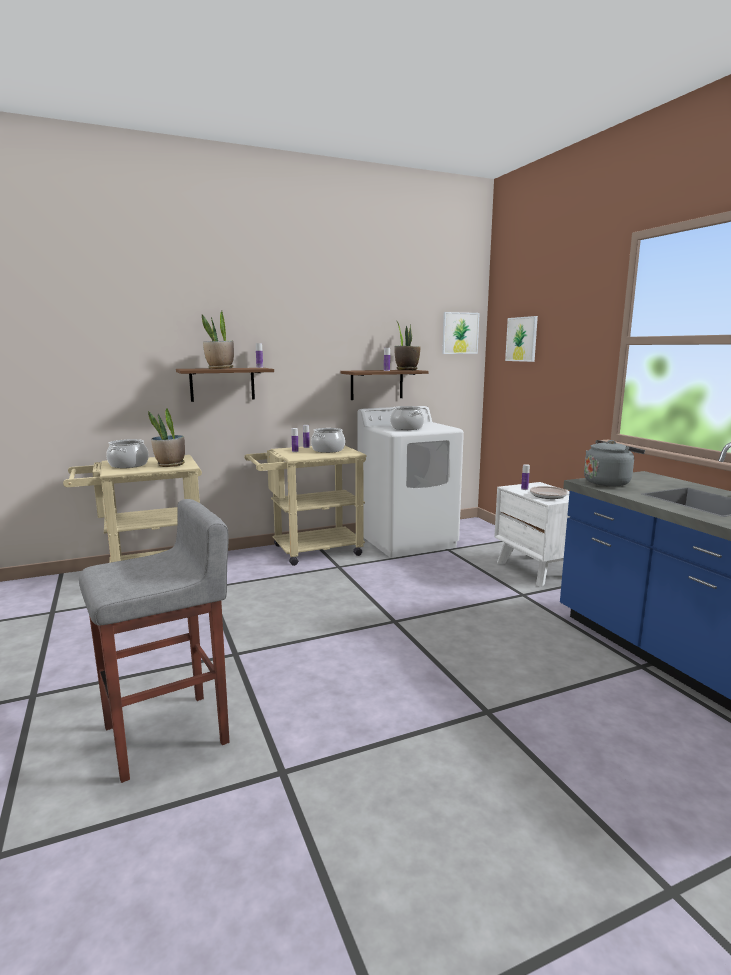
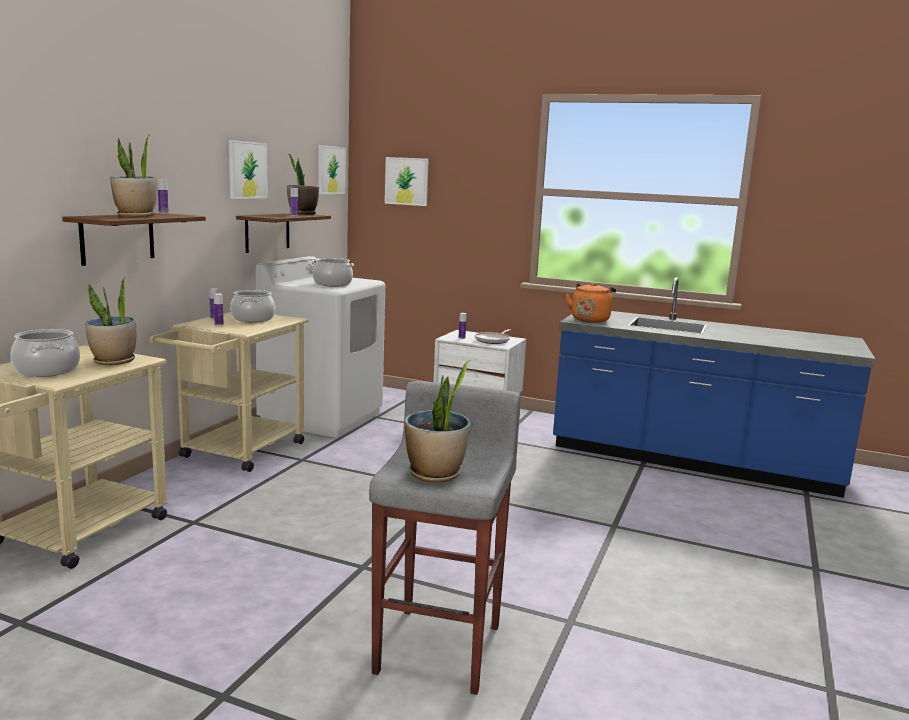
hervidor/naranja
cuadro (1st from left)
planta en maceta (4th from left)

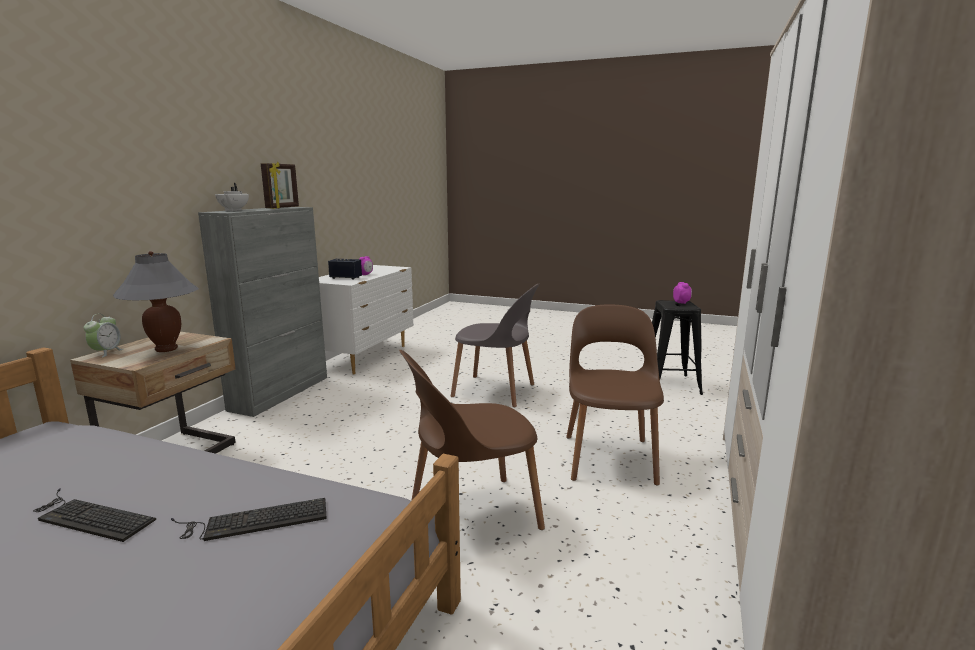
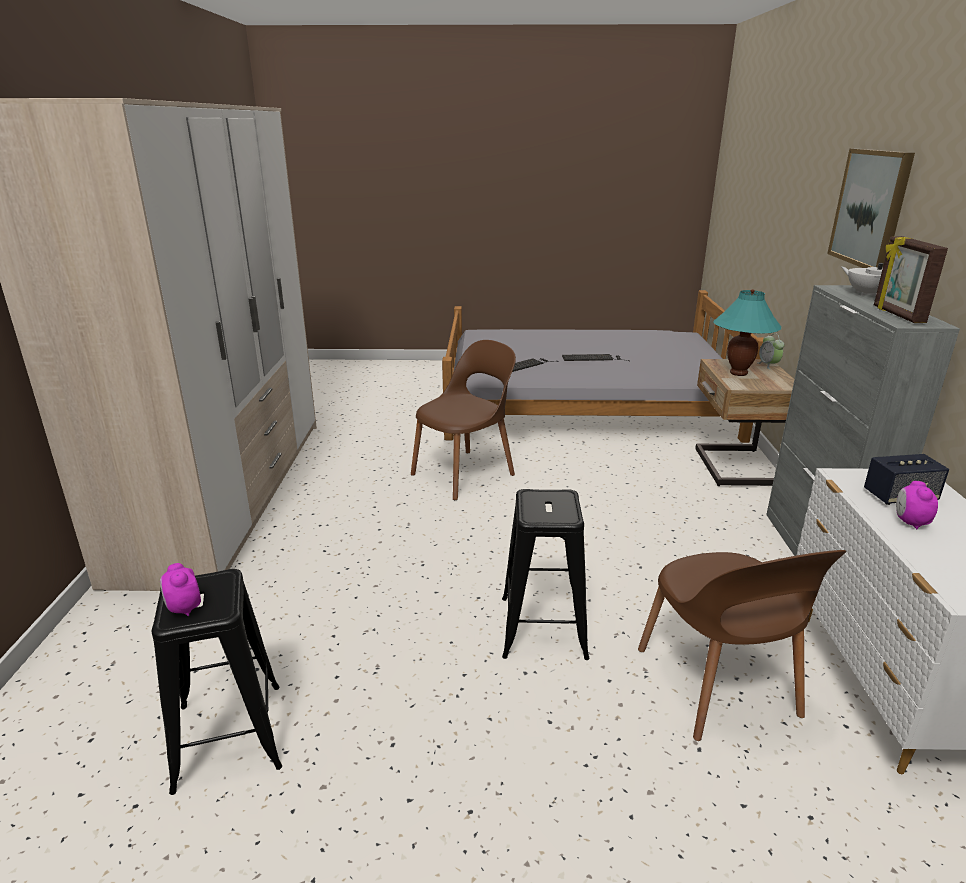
lámpara de mesa/turquesa
taburete/negro (2nd from left)
silla/marrón (2nd from left)
cuadro

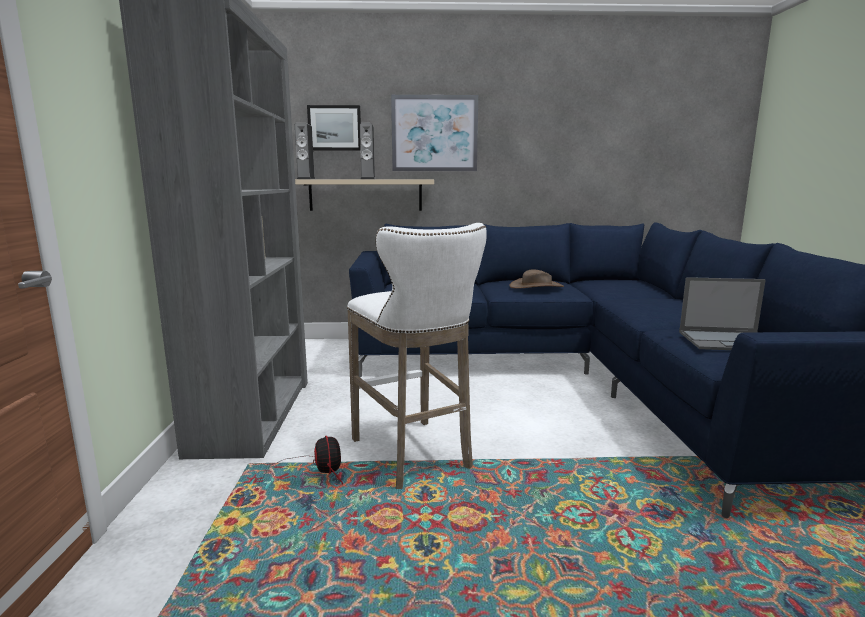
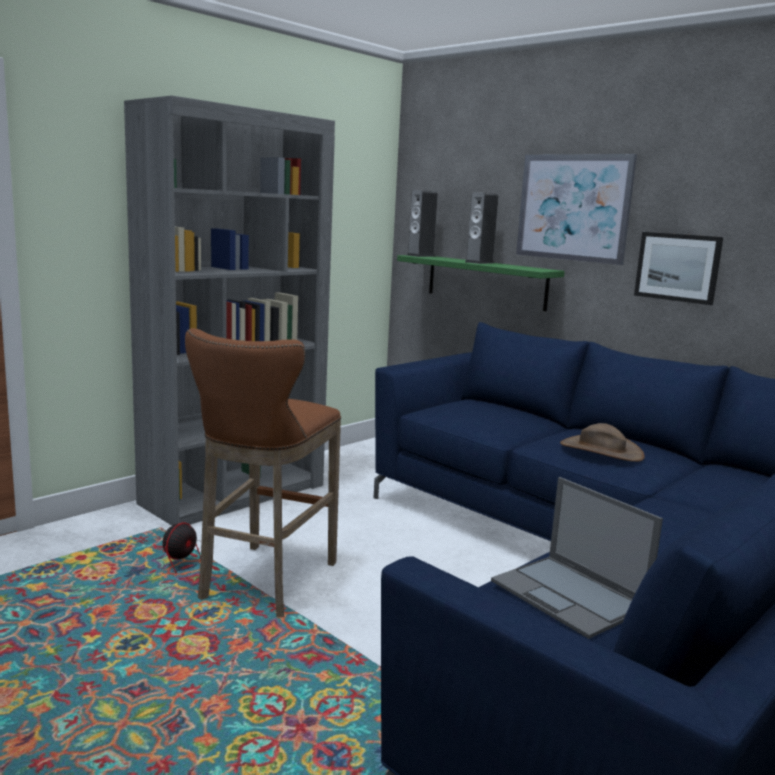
estante/verde
cuadro (2nd from left)
taburete/marrón

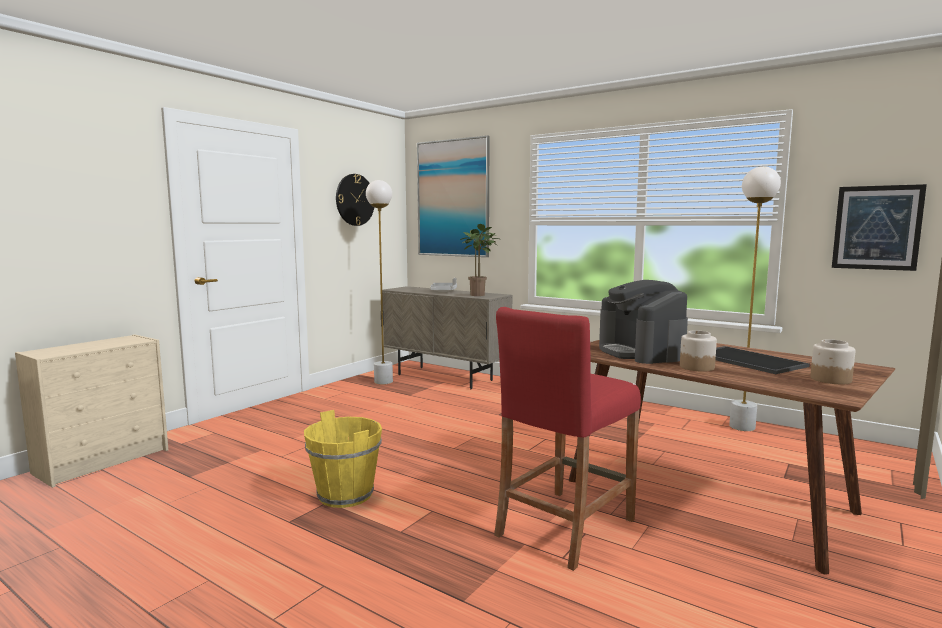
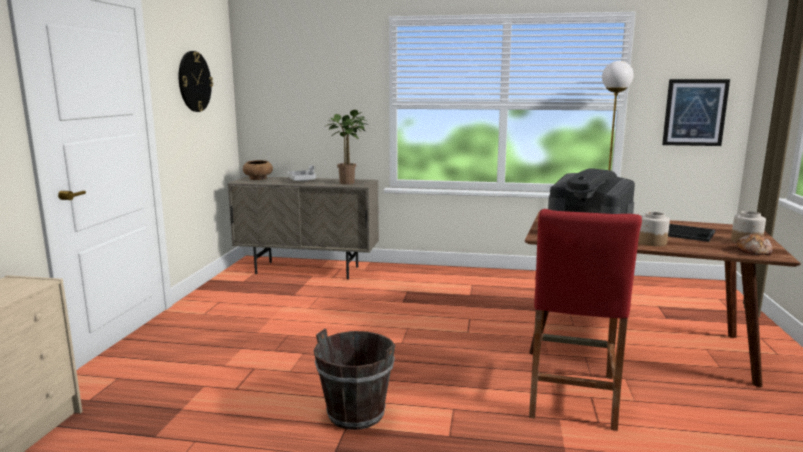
cubo/marrón
lámpara de pie/blanco (1st from left in the first image)
cuadro (1st from left in the first image)
cuenco/marrón
pan

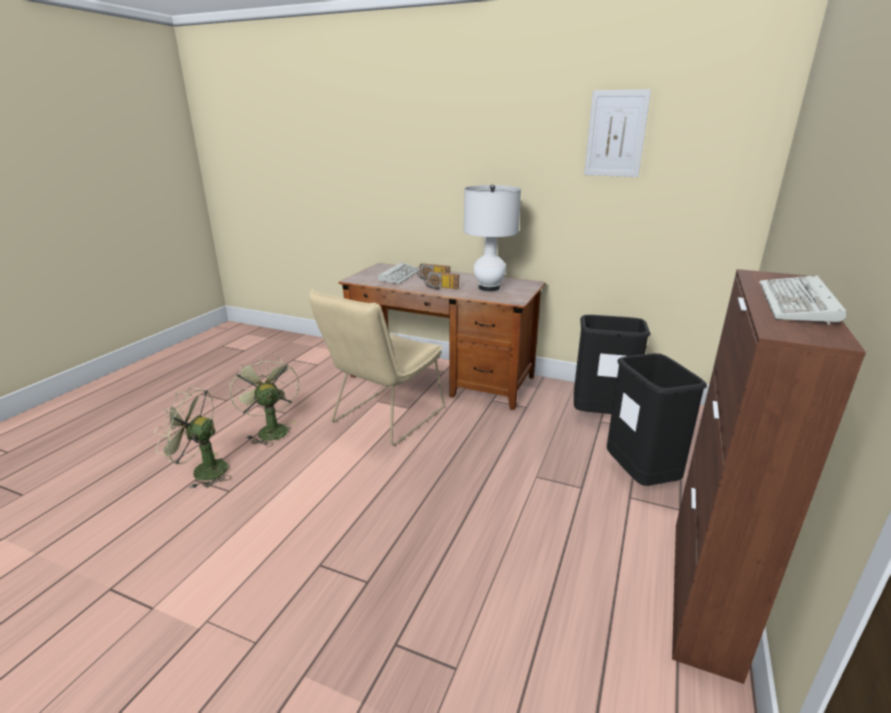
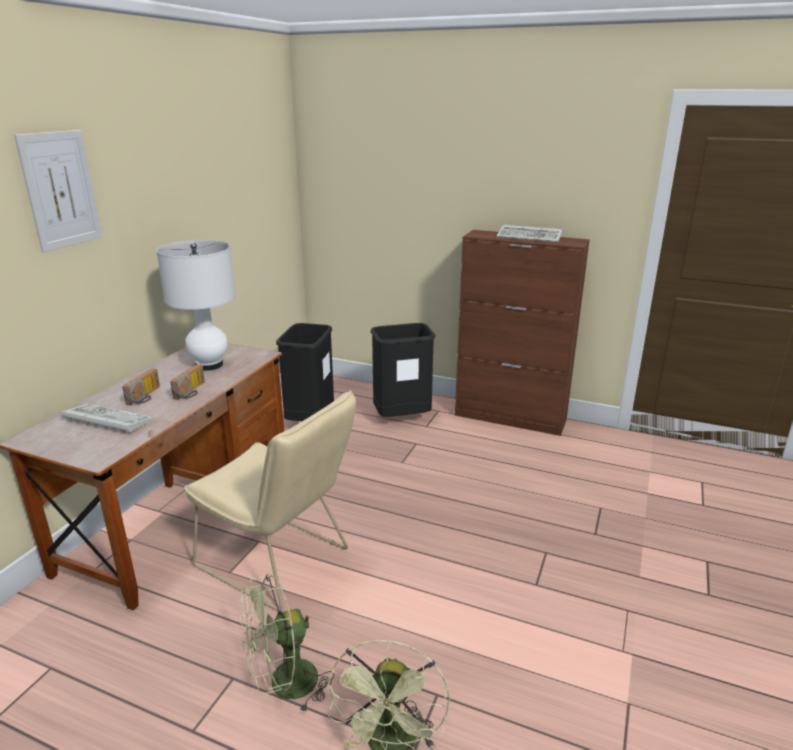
cuadro

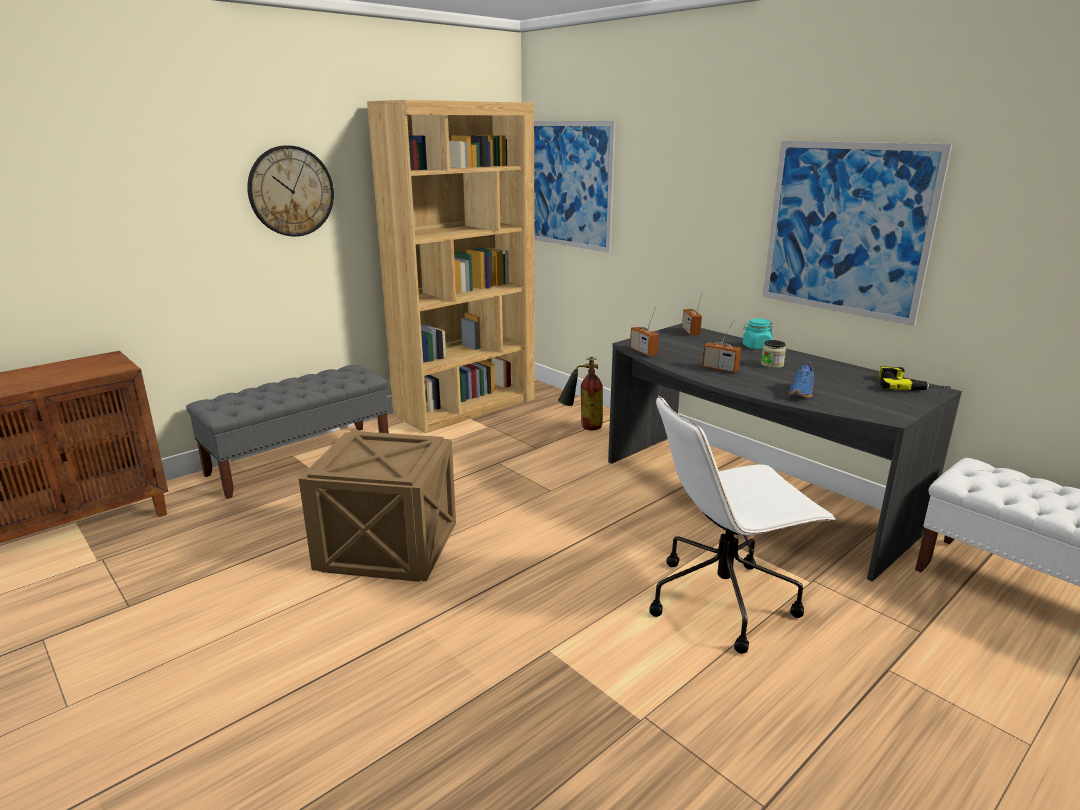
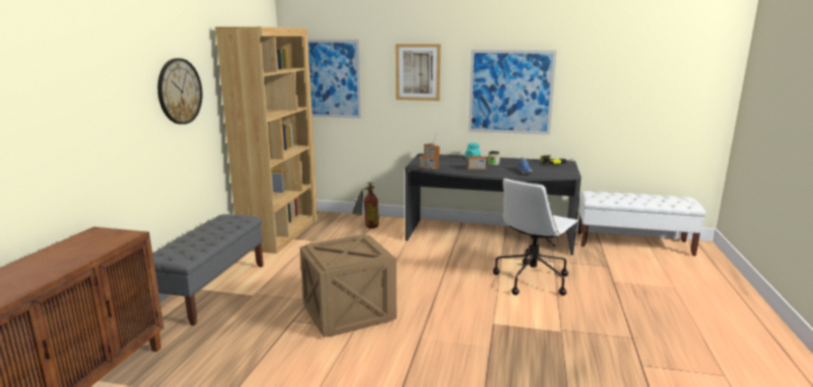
cuadro (2nd from left)

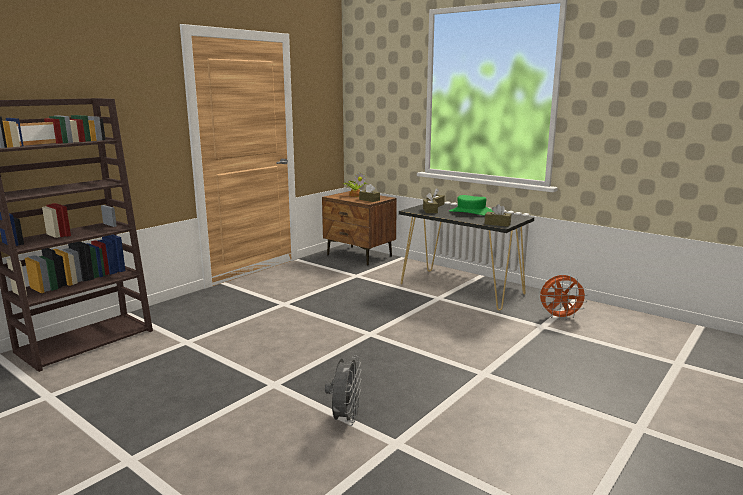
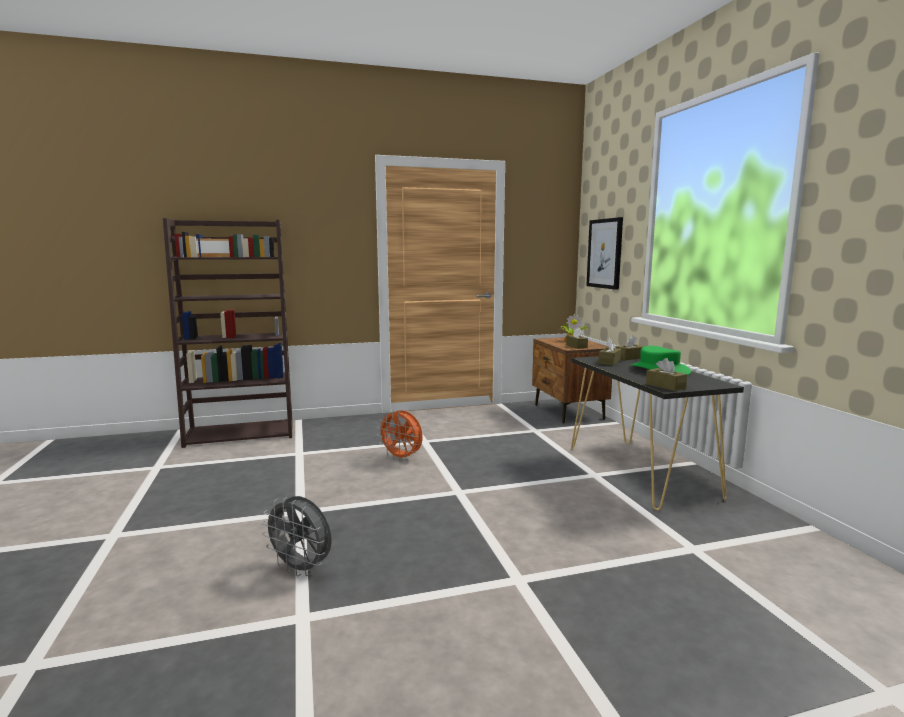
ventilador/gris
ventilador/naranja
cuadro

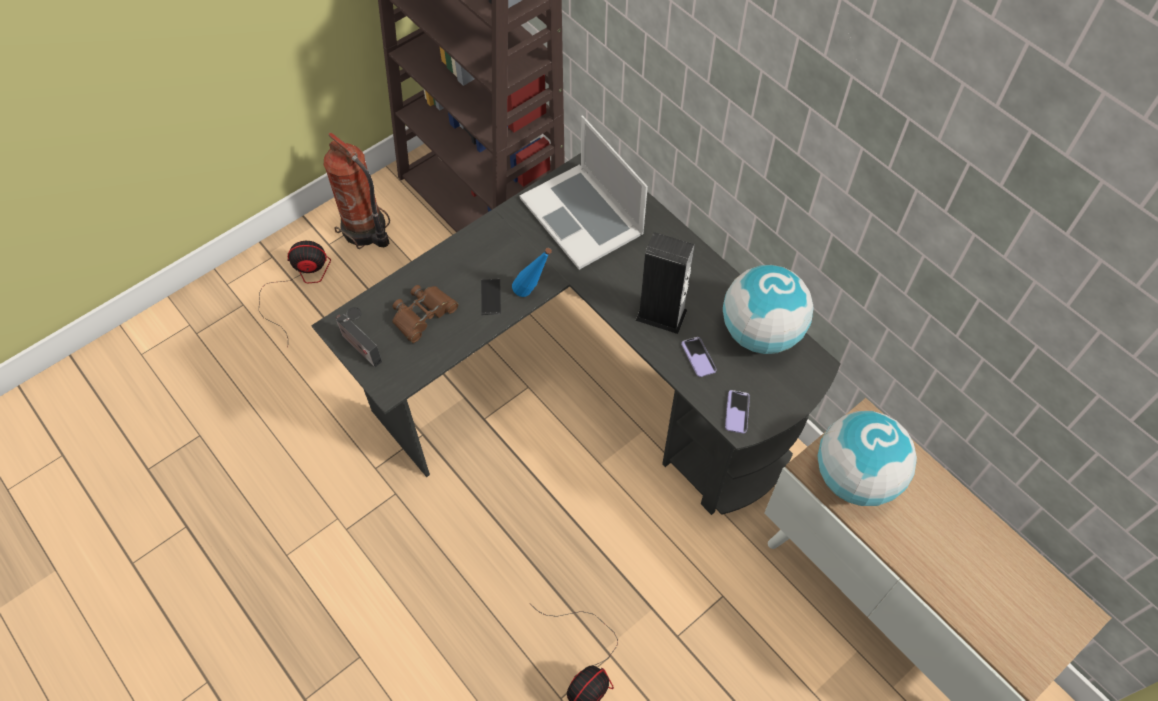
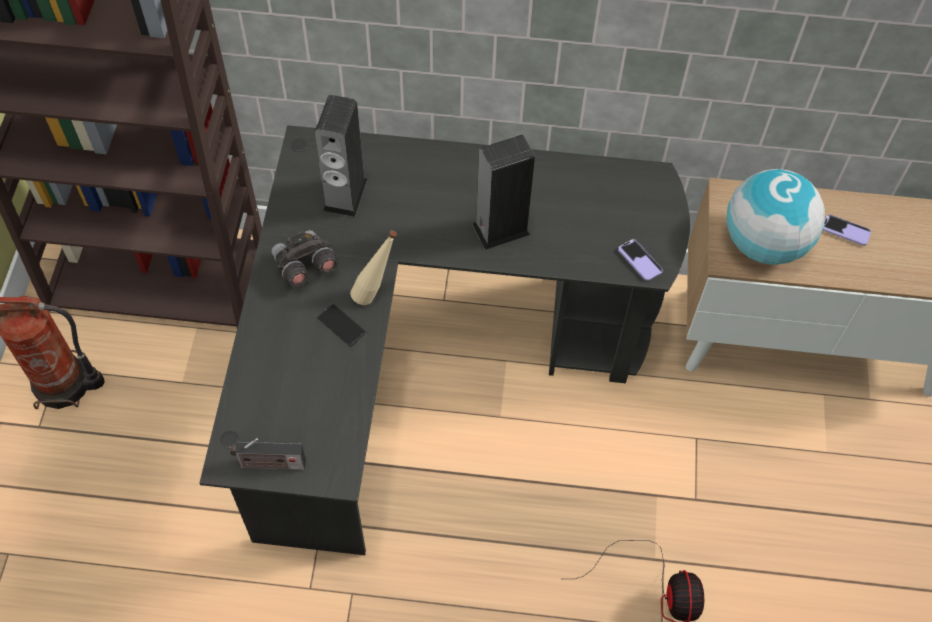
ventilador (1st from left in the first image)
prismáticos/marrón
botella/beis
altavoz (1st from left)
móvil (3rd from left)
globo terráqueo (1st from left in the first image)
prismáticos/gris

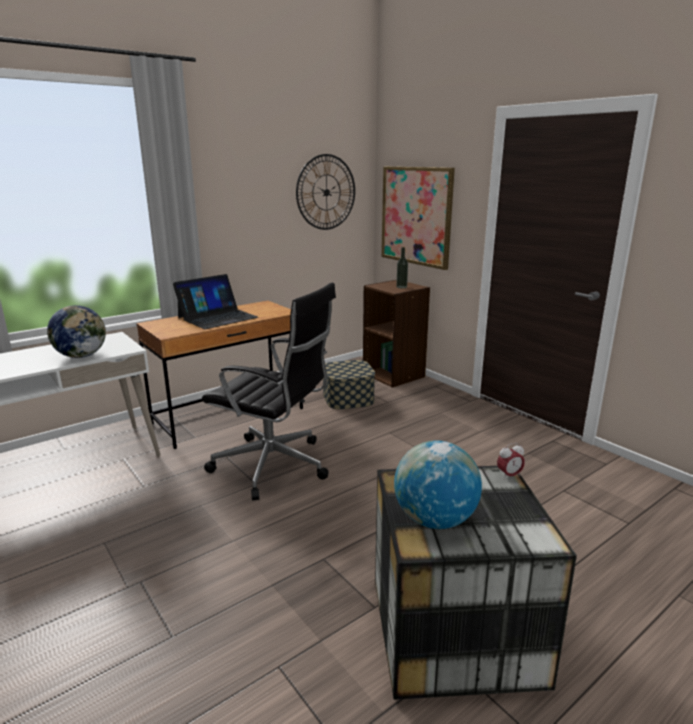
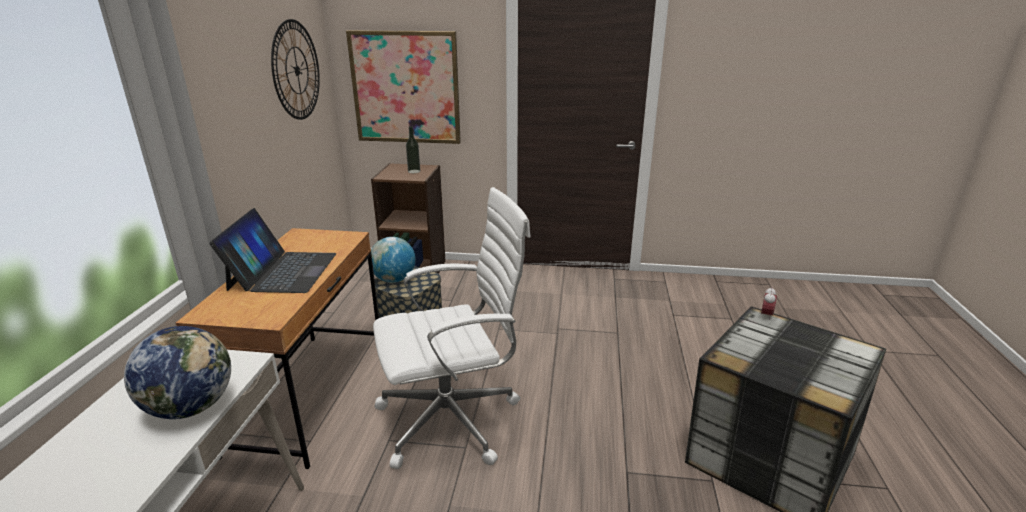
silla de oficina/blanco
globo terráqueo (2nd from left)

